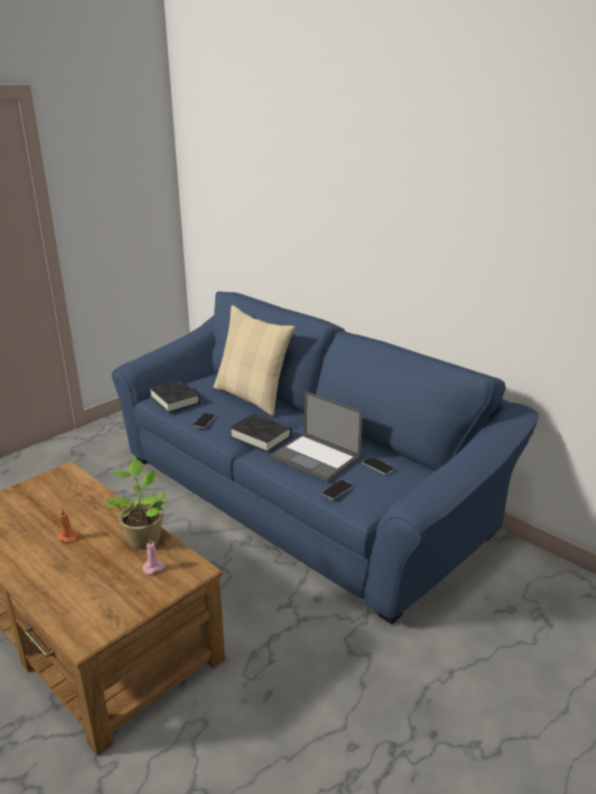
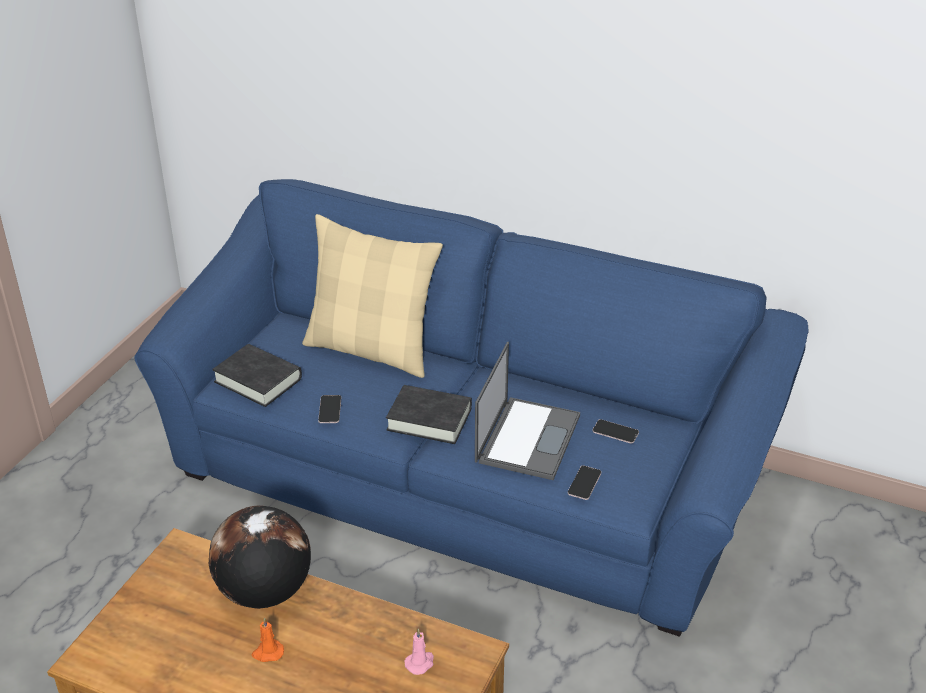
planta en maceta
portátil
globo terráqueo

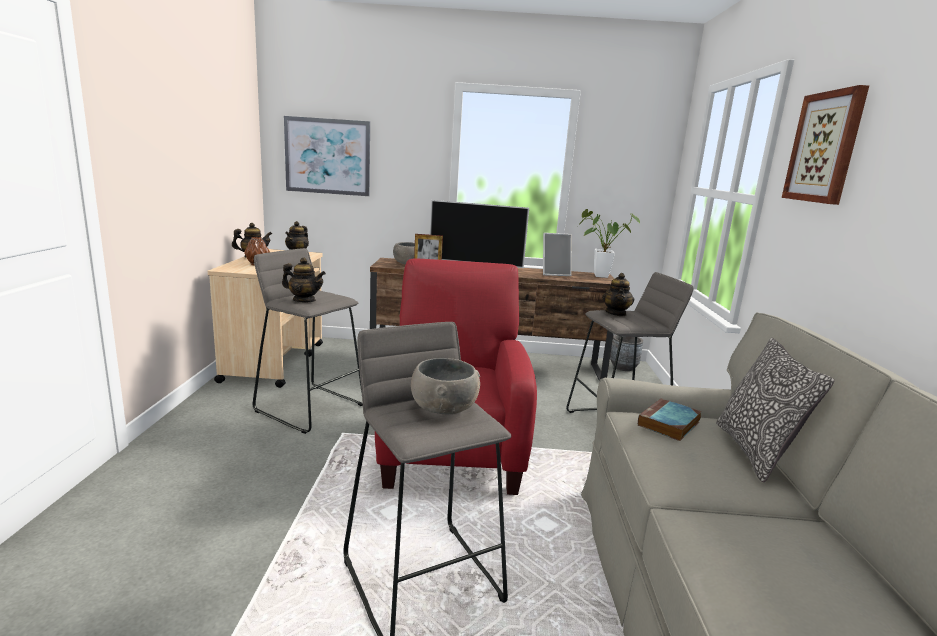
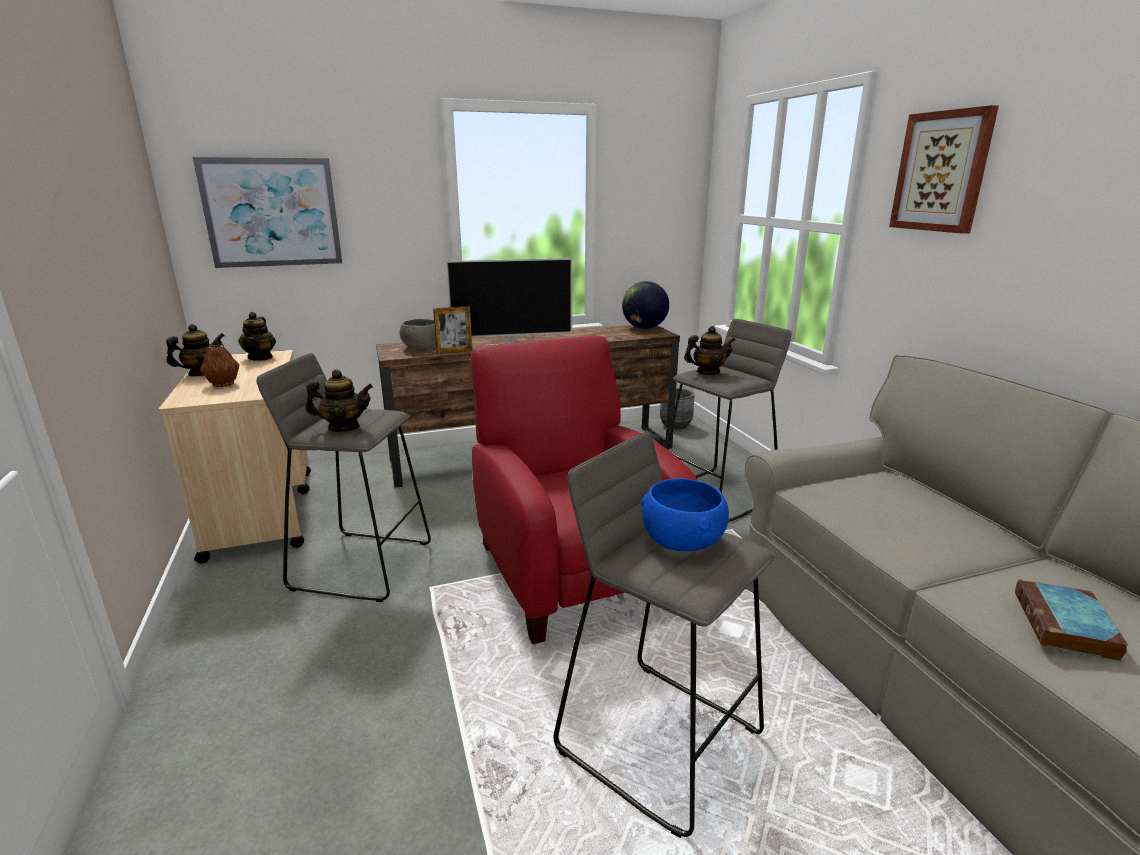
cuenco/azul
portarretratos (2nd from left in the first image)
globo terráqueo
tetera (4th from left)
libro
cojín

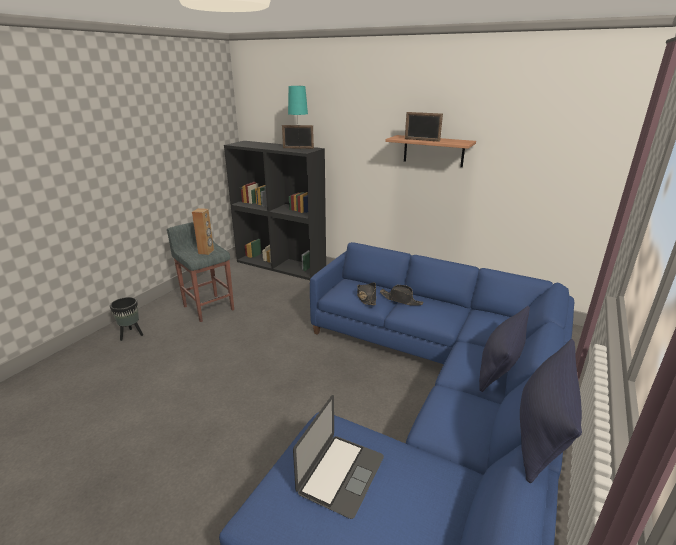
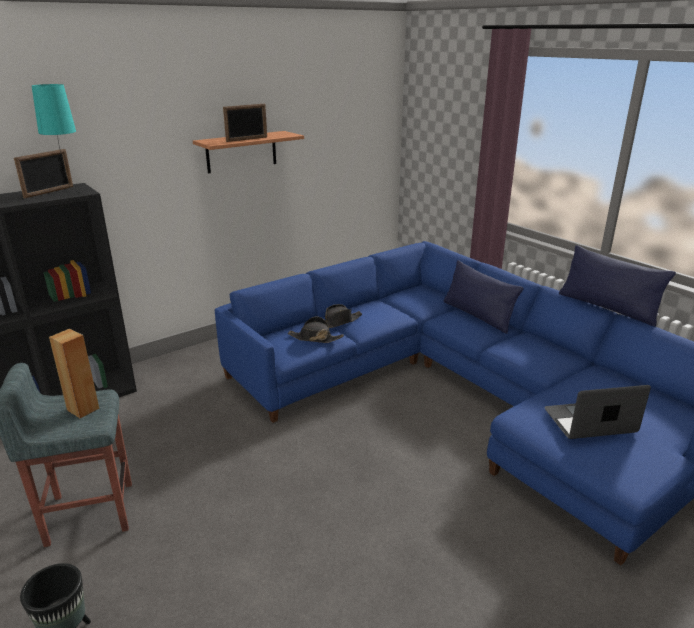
portátil

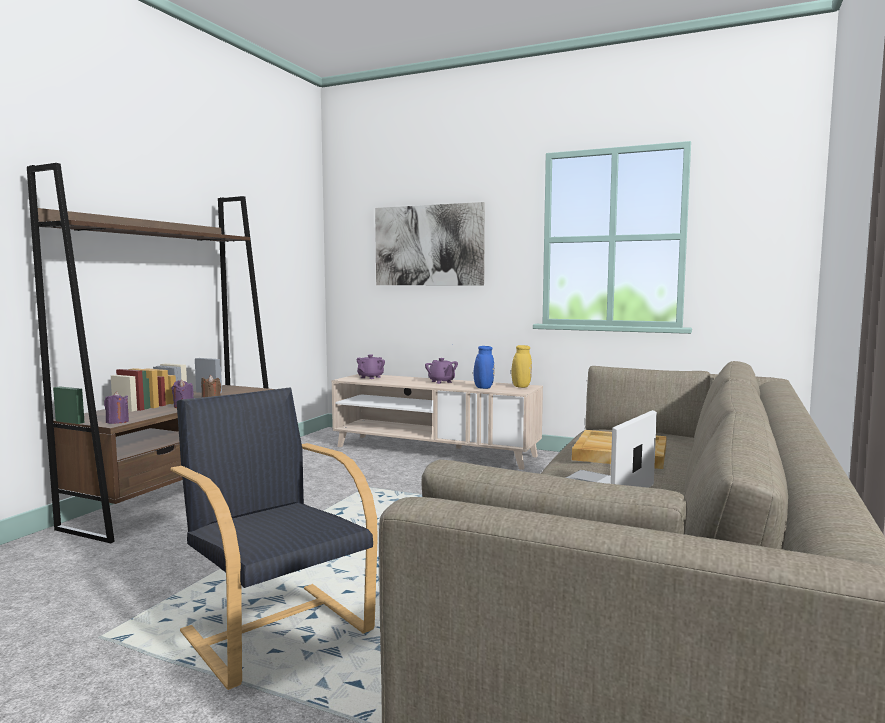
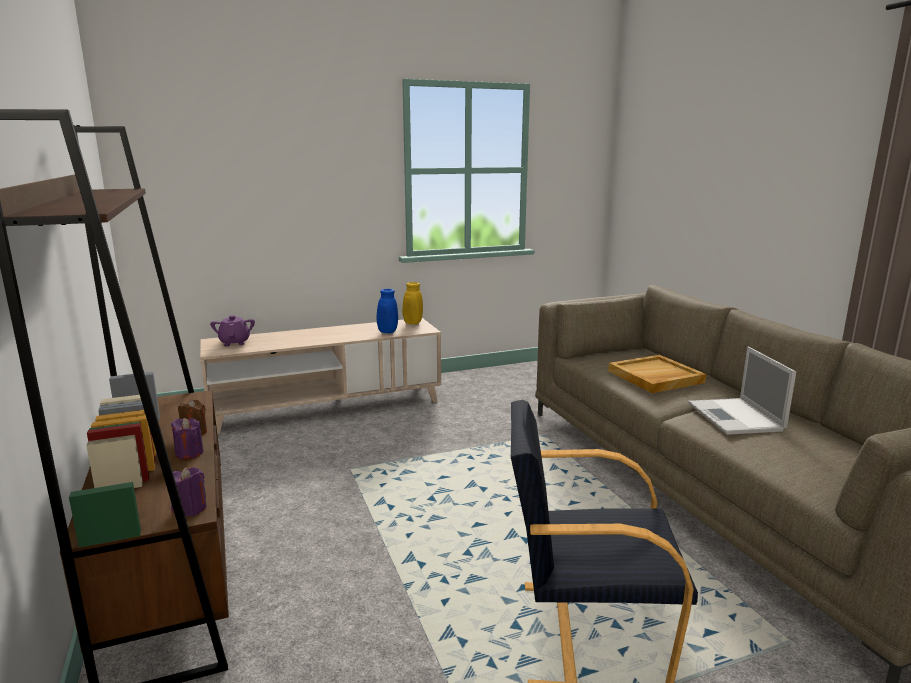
cuadro
tetera/morado (2nd from left in the first image)

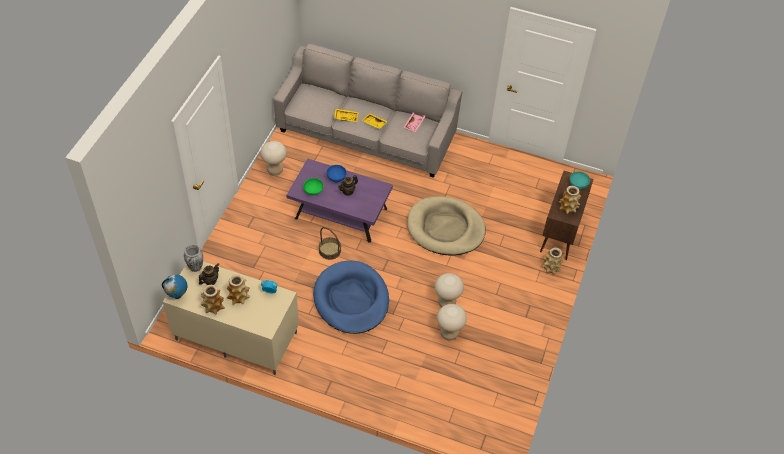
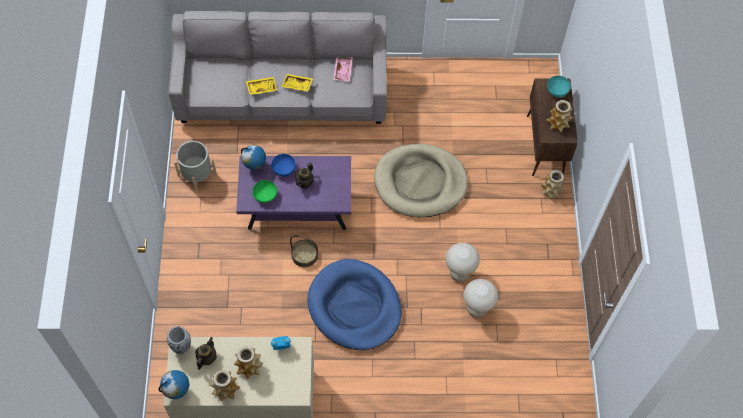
maceta/gris
globo terráqueo (2nd from left)

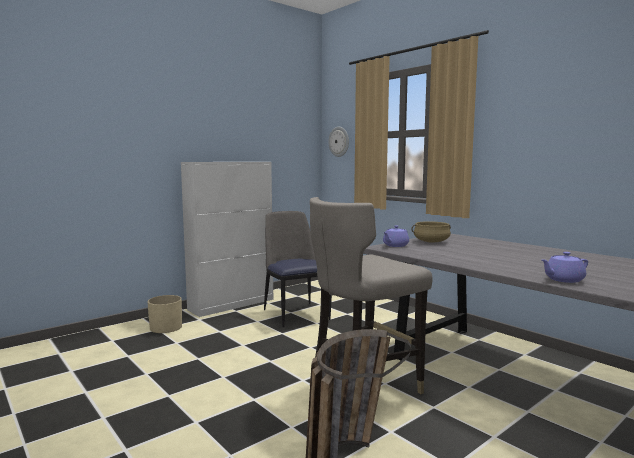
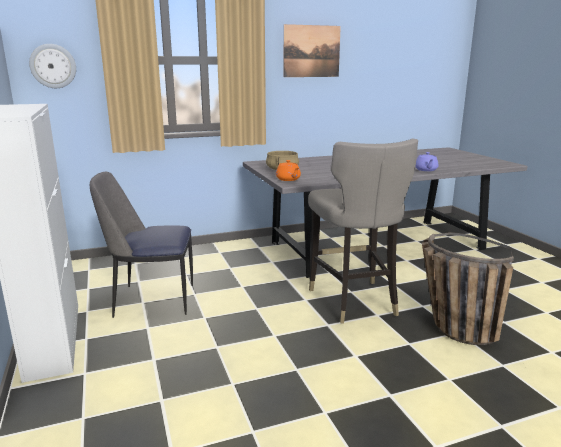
maceta/beis
tetera/naranja
cuadro

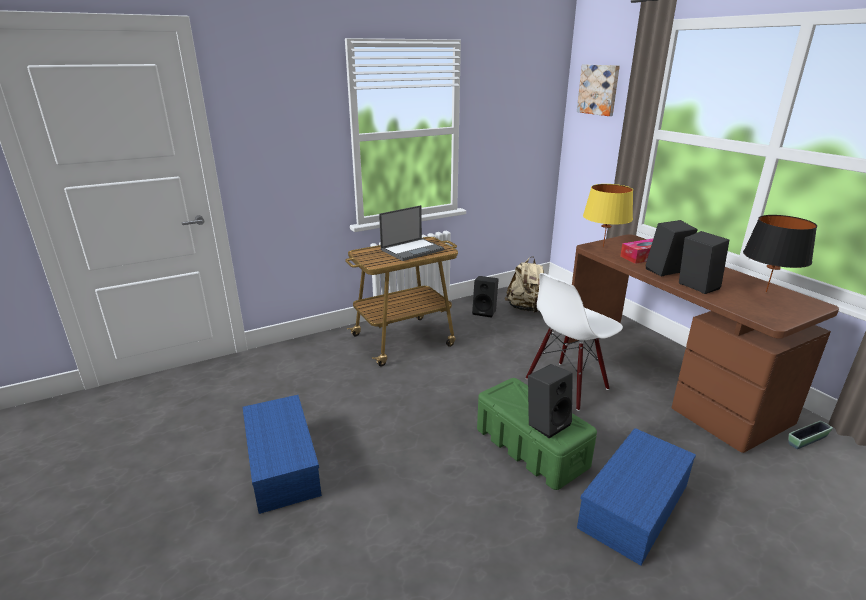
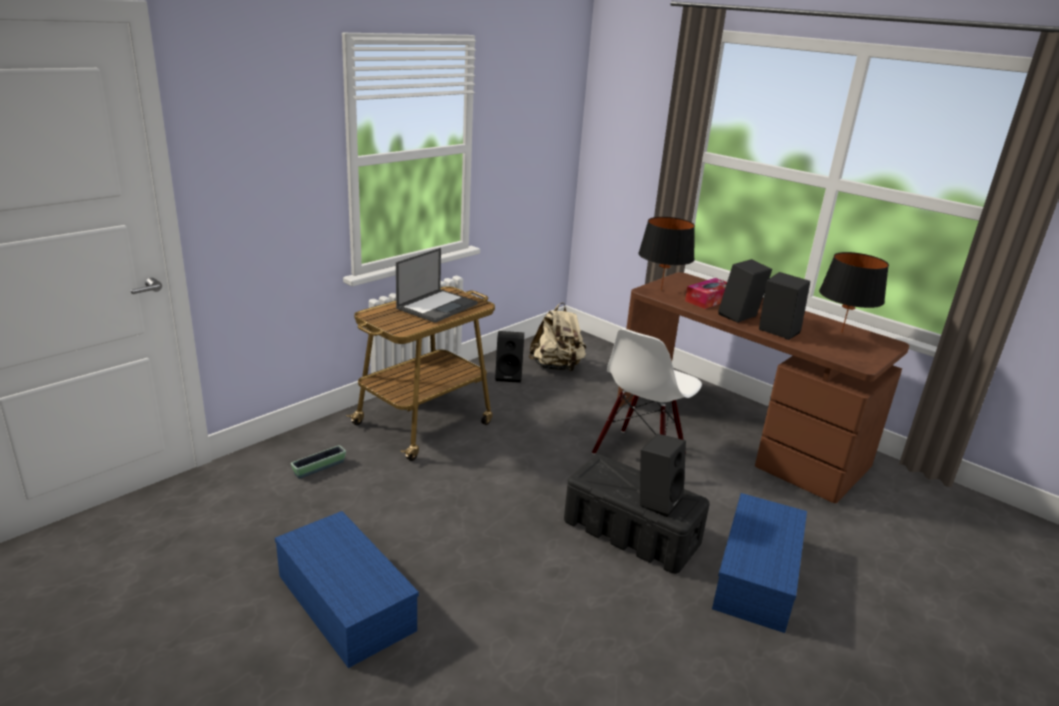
caja de almacenaje/negro
cuadro
lámpara de mesa/negro (1st from left)
maceta

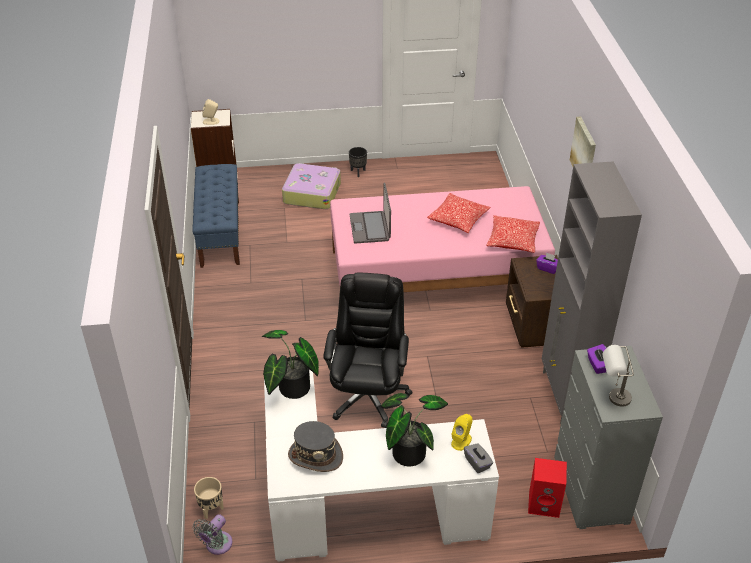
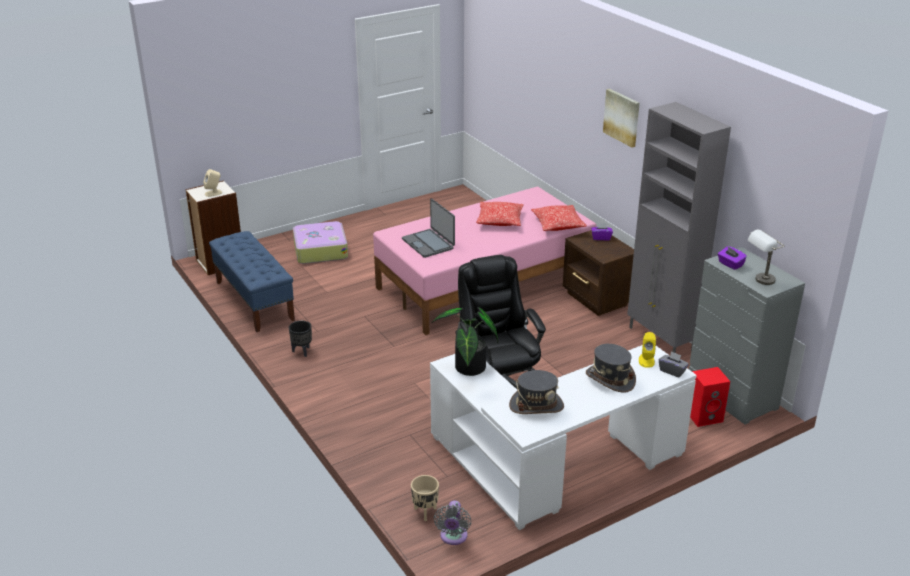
maceta/negro
sombrero/gris (2nd from left)

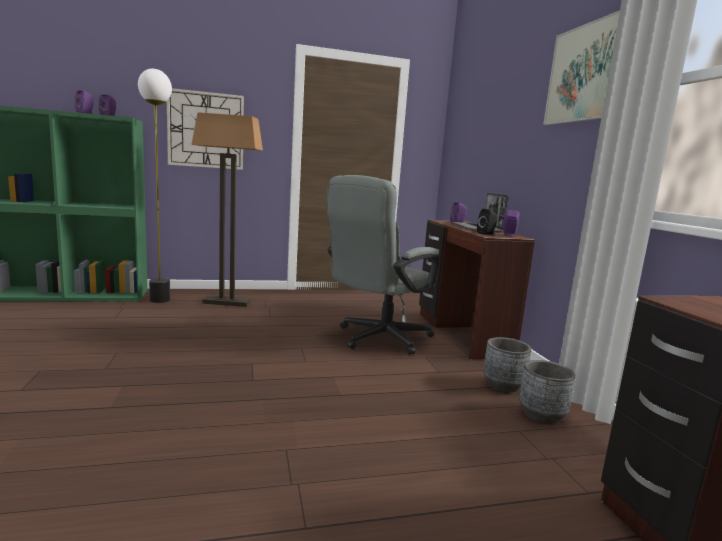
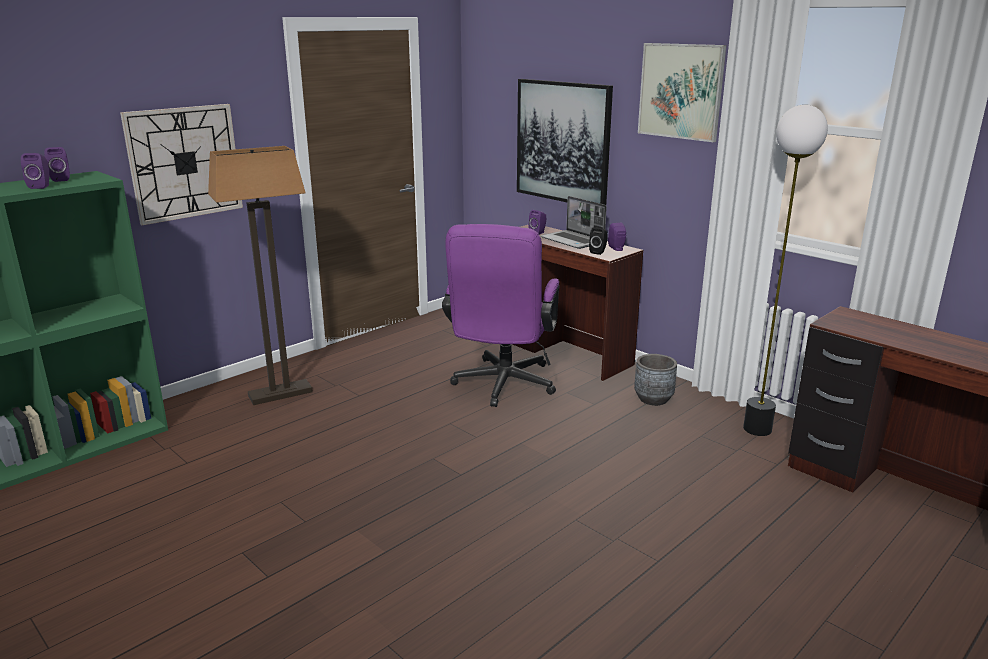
lámpara de pie (2nd from left)
silla de oficina/morado
maceta/gris (2nd from left in the first image)
cuadro (1st from left)

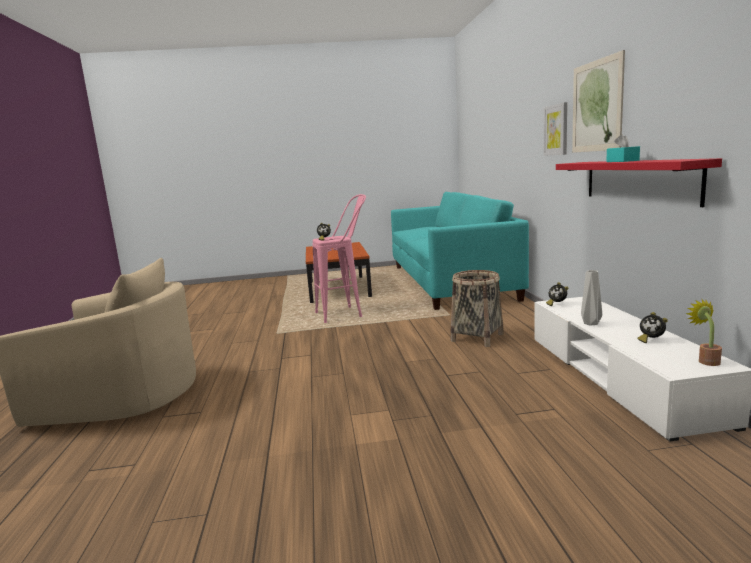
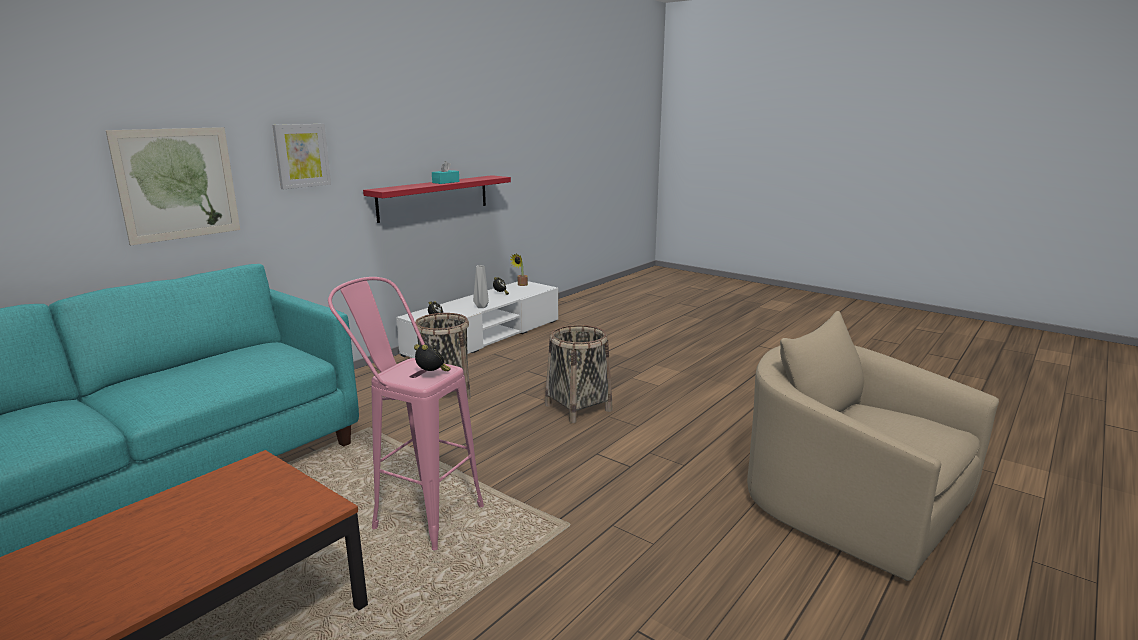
cuadro (1st from left)
cesta (2nd from left)

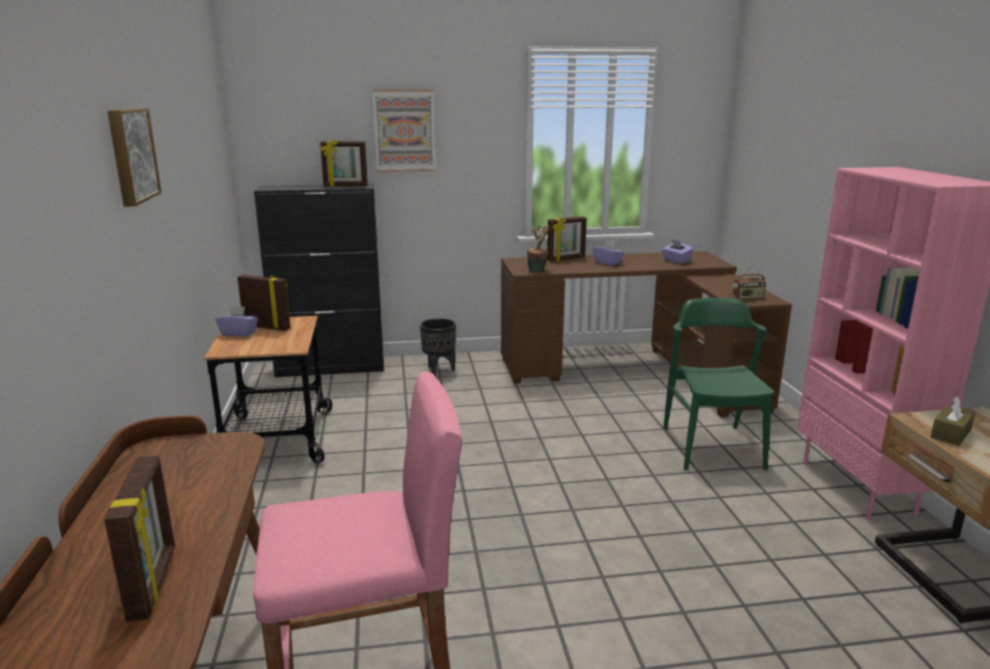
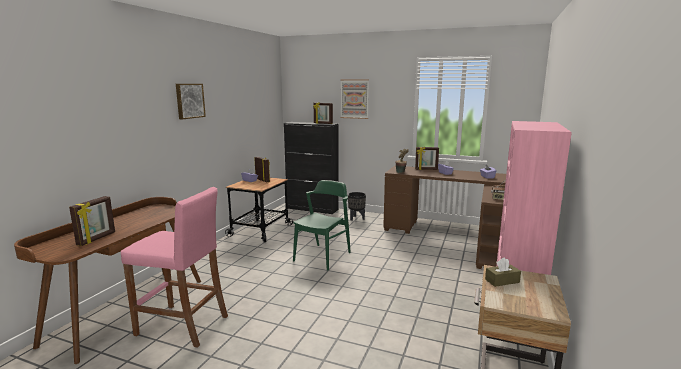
silla/verde

